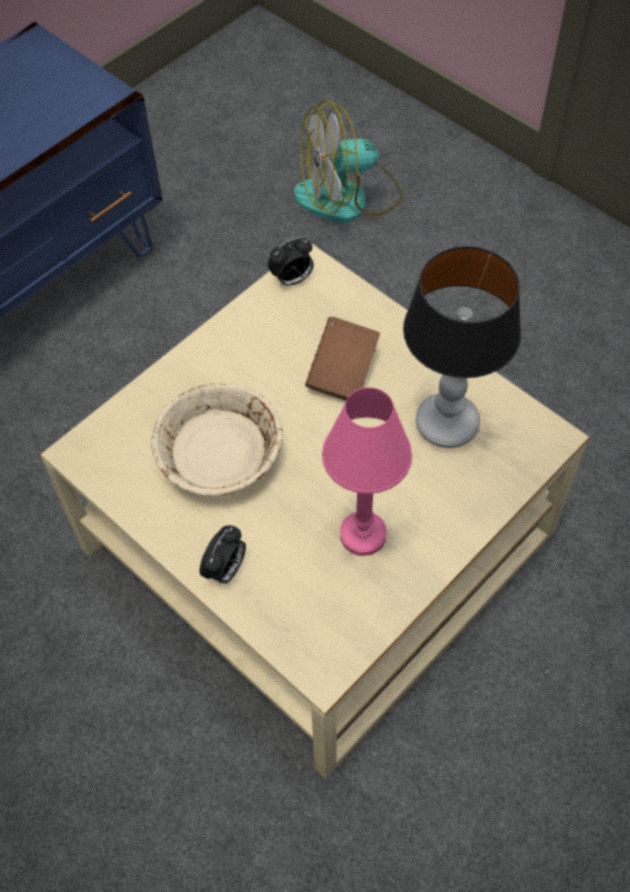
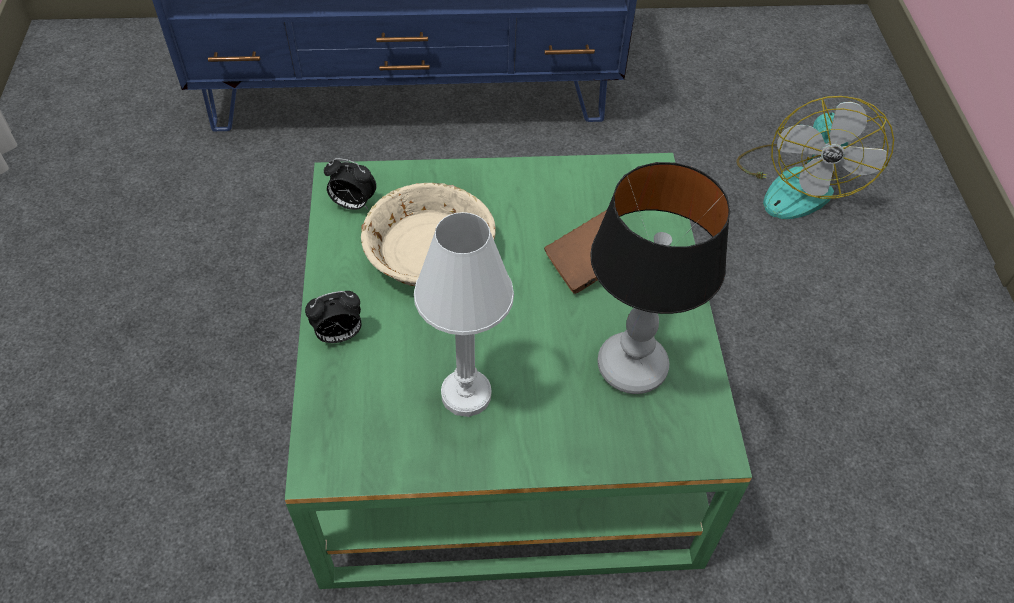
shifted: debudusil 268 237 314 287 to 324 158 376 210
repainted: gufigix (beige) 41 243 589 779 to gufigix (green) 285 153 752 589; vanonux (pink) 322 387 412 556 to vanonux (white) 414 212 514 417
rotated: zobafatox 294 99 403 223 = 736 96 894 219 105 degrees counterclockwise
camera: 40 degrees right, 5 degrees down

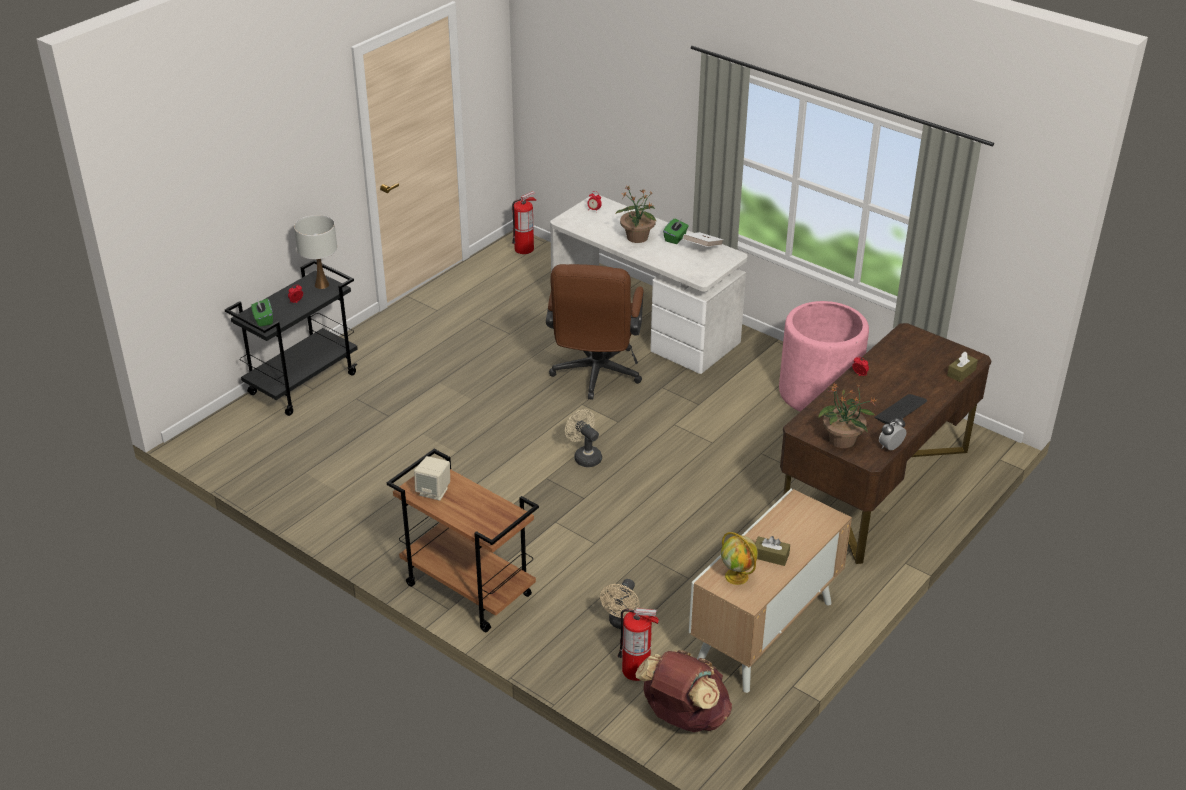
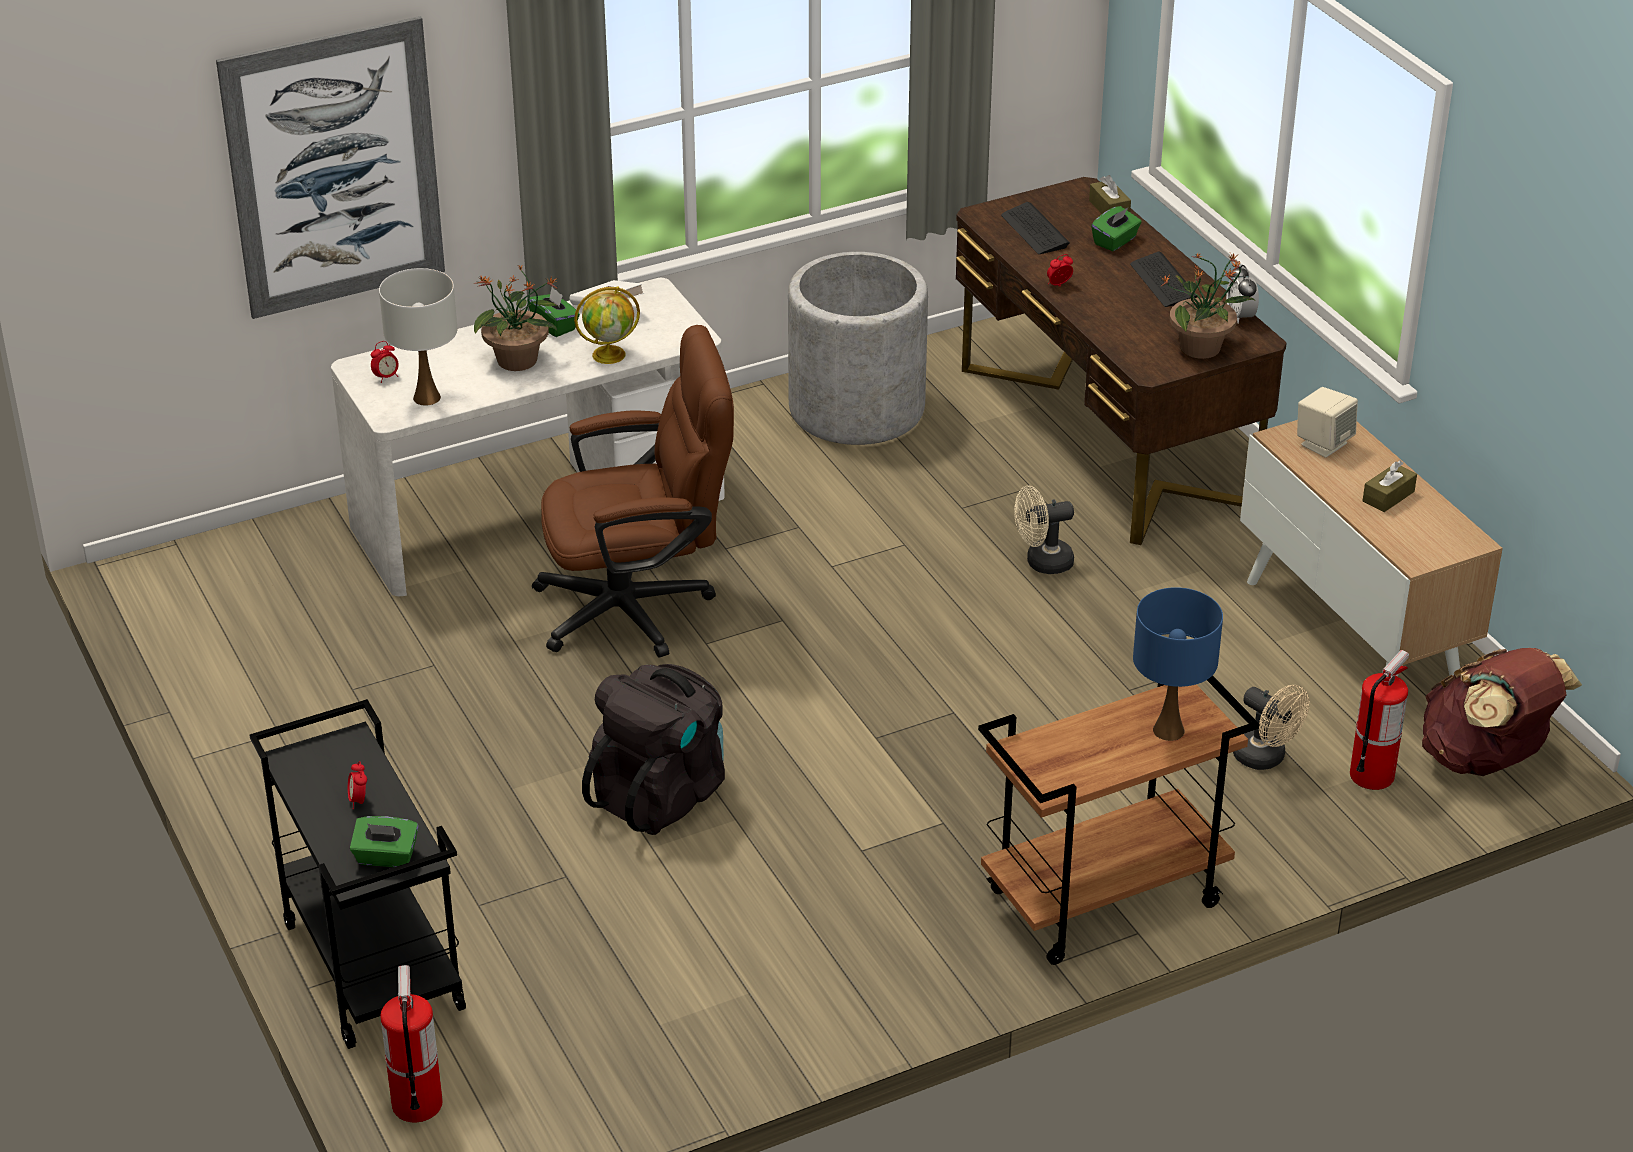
new: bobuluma 216 16 445 319; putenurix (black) 582 664 725 835; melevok 1001 202 1070 254; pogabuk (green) 1091 206 1142 251; vanonux (blue) 1133 587 1223 741
shifted: vanonux (white) 294 215 337 289 to 379 268 457 406; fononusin 512 191 537 254 to 380 965 443 1122; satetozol 721 532 758 585 to 574 286 640 364; zobafatox (beige) 565 409 602 467 to 1014 486 1074 574; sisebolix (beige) 414 456 450 501 to 1297 387 1358 458
repainted: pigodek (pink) 779 301 869 412 to pigodek (grey) 788 252 928 445
rotated: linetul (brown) 546 264 644 400 = 532 325 734 657 45 degrees counterclockwise
camera: 65 degrees left, 0 degrees up

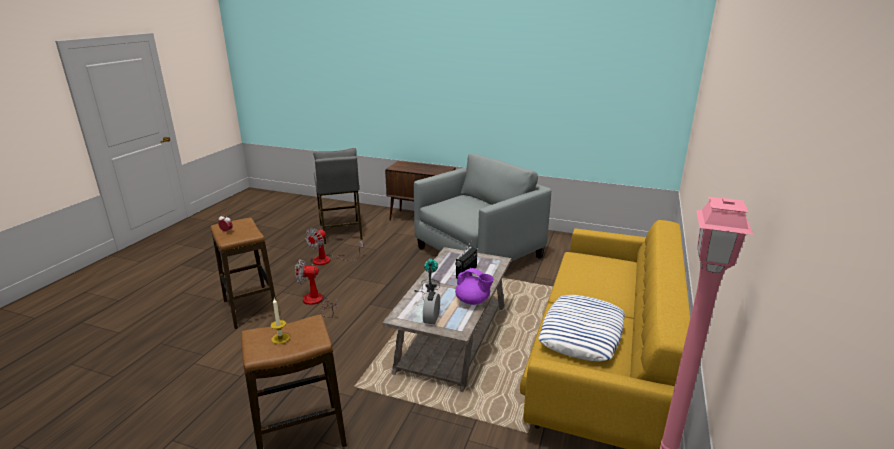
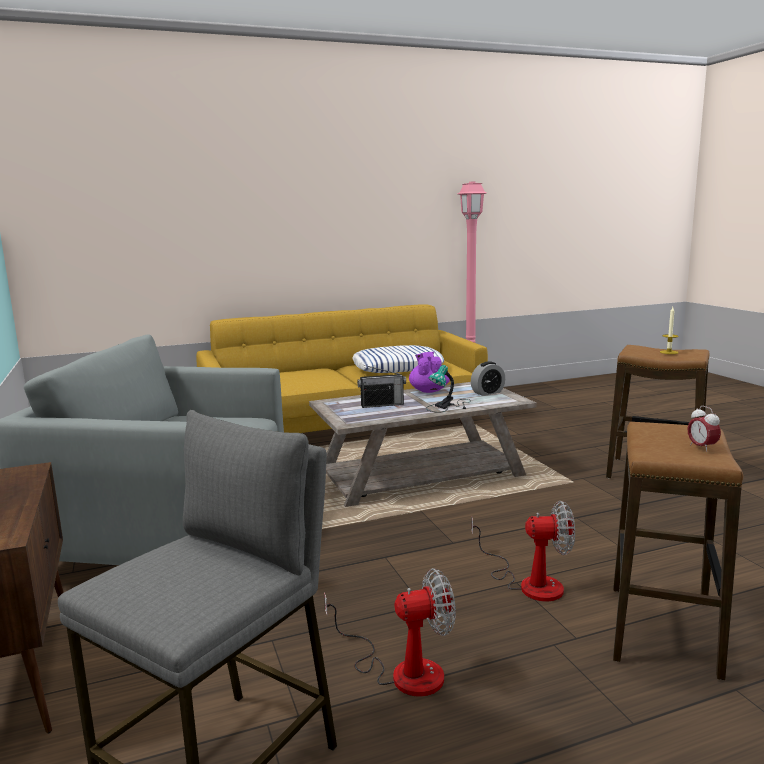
rotated: zobafatox 295 259 337 318 = 471 501 575 602 45 degrees counterclockwise
camera: 130 degrees left, 10 degrees down

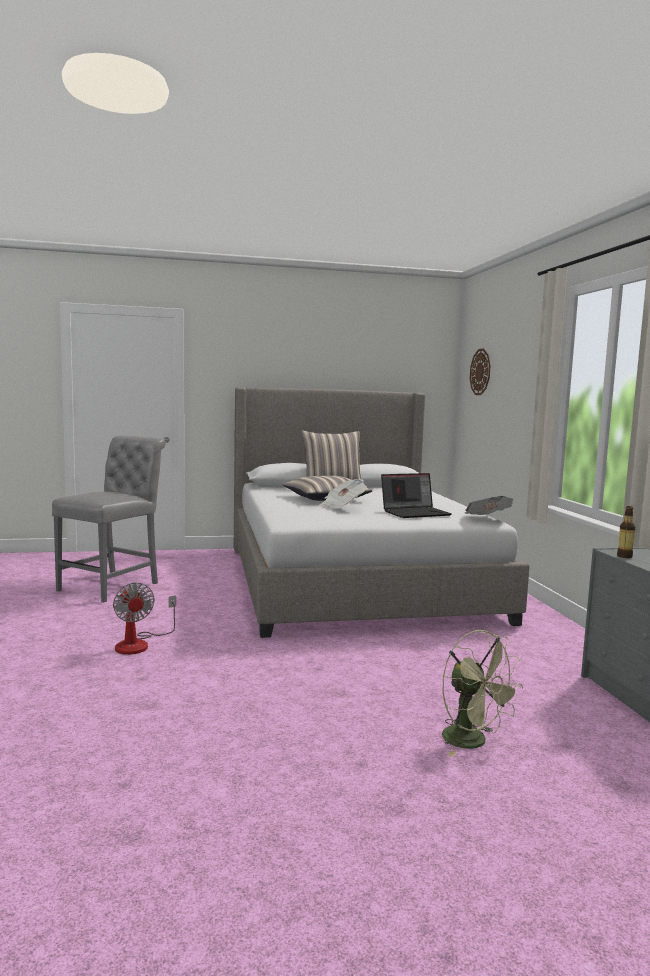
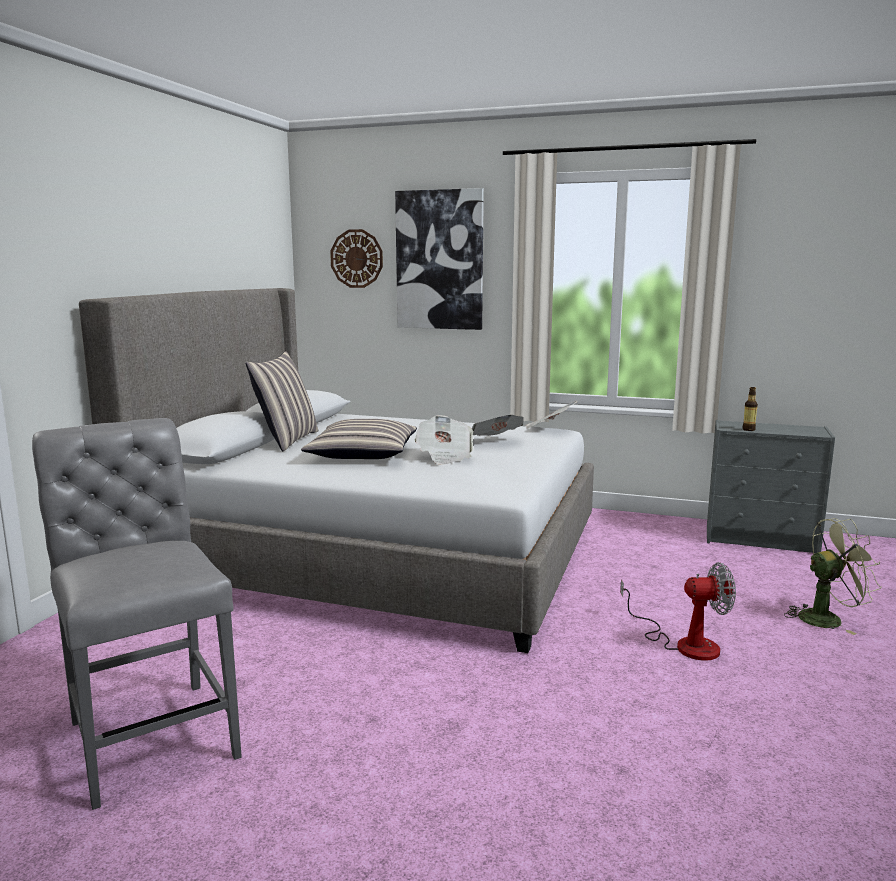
new: bobuluma 395 188 484 330
shifted: zobafatox 113 582 176 655 to 620 562 736 661
swapped: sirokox 381 473 452 518 to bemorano 472 415 524 436
camera: 60 degrees left, 5 degrees up

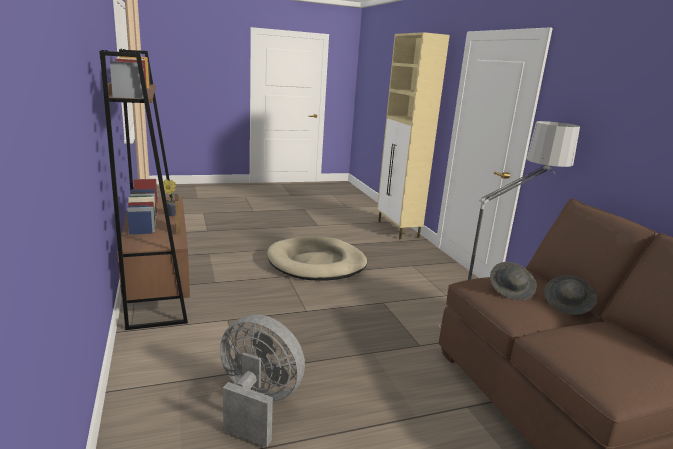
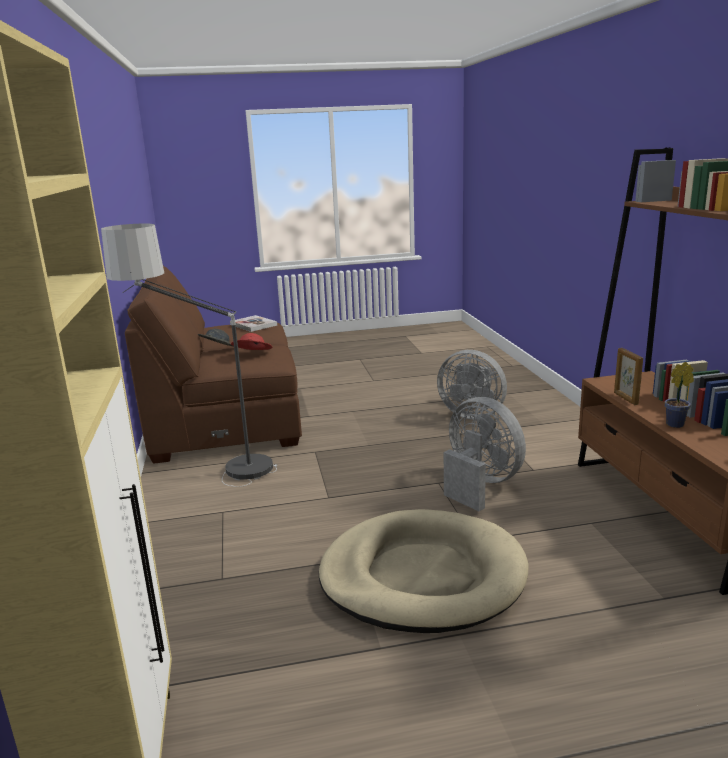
new: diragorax 230 315 277 332; zobafatox (grey) 444 397 526 511
repainted: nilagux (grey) 490 262 537 300 to nilagux (red) 231 333 273 350
camera: 170 degrees left, 0 degrees up

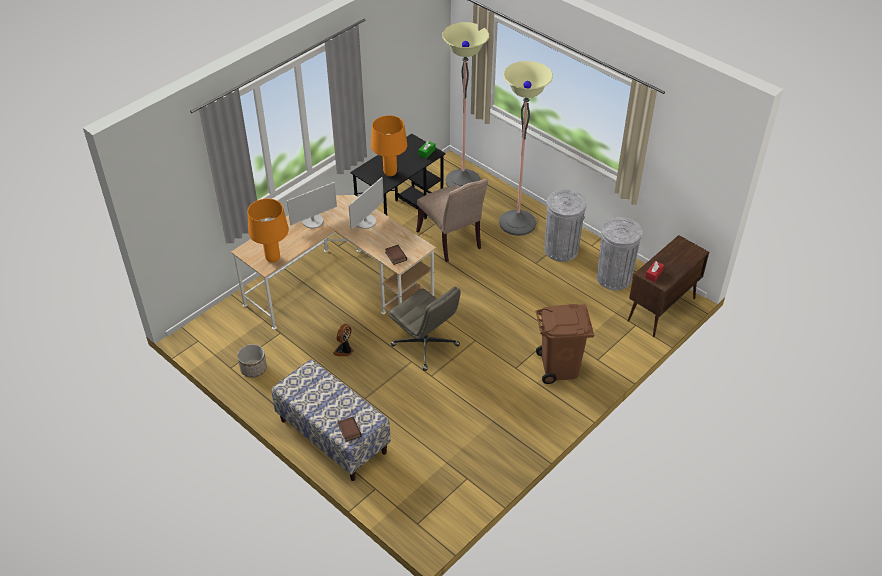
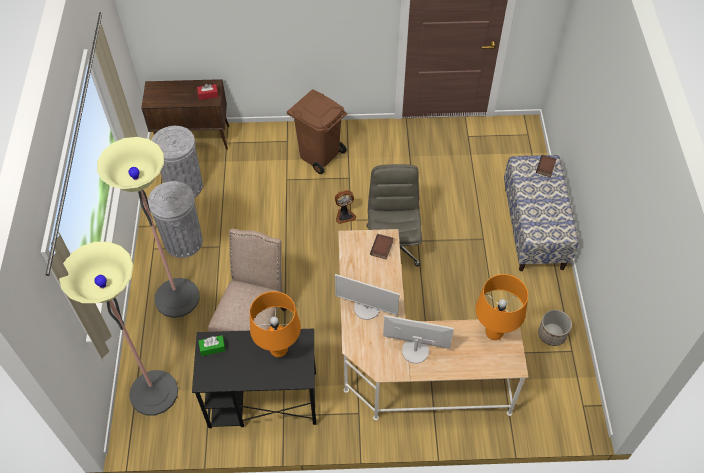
shifted: zobafatox 333 324 354 356 to 335 190 356 224
rotated: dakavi 349 177 384 230 = 335 274 400 320 150 degrees counterclockwise
camera: 135 degrees left, 10 degrees up

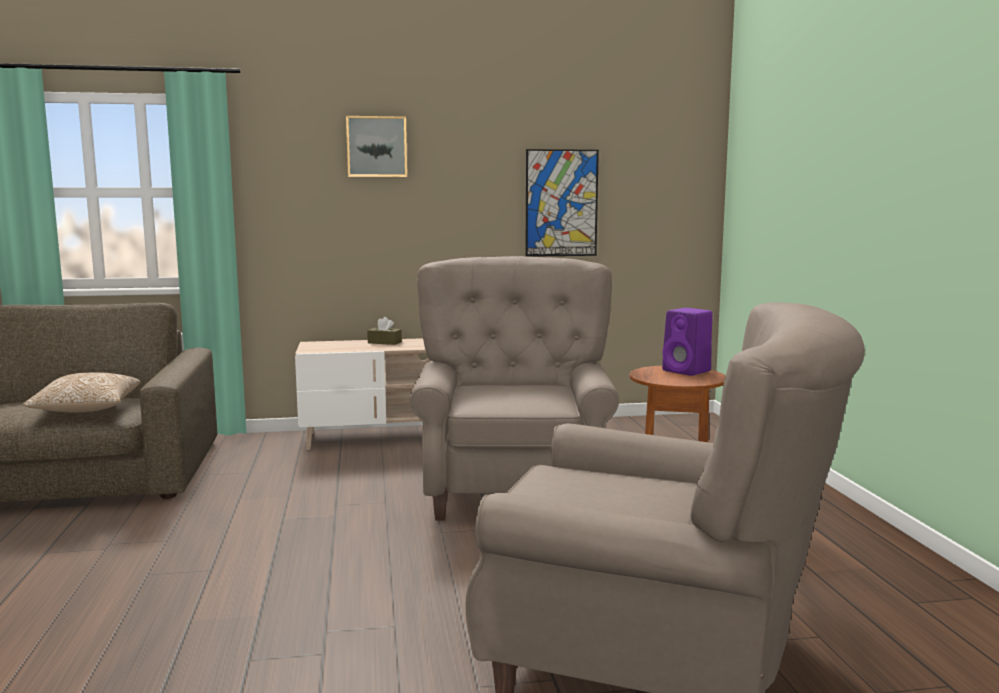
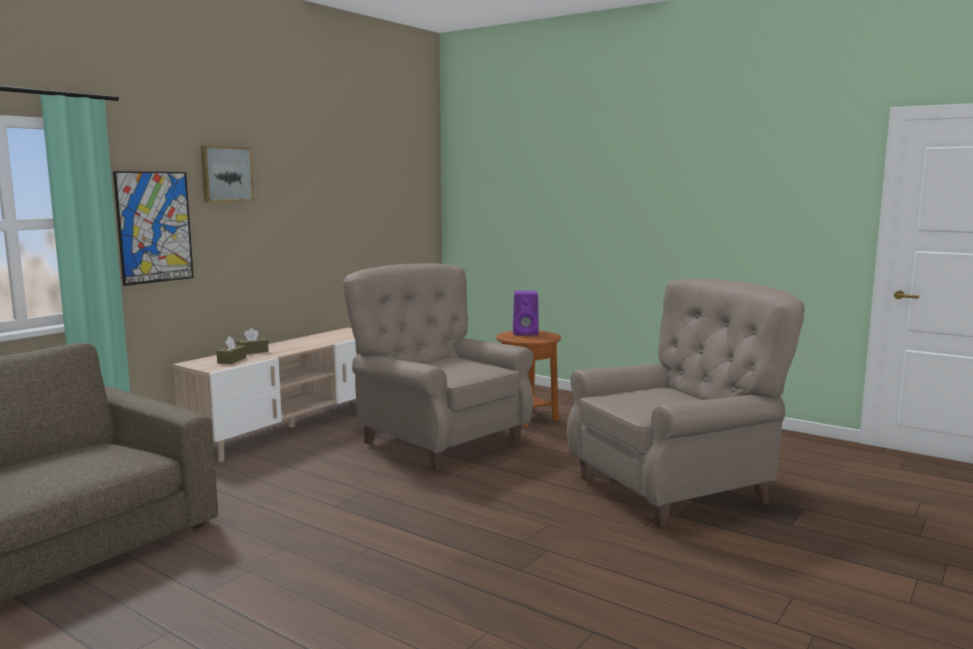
gone: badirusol 22 372 140 412
new: pogabuk (brown) 217 336 246 364
shifted: bobuluma 525 149 599 257 to 113 171 194 286
camera: 45 degrees left, 0 degrees up

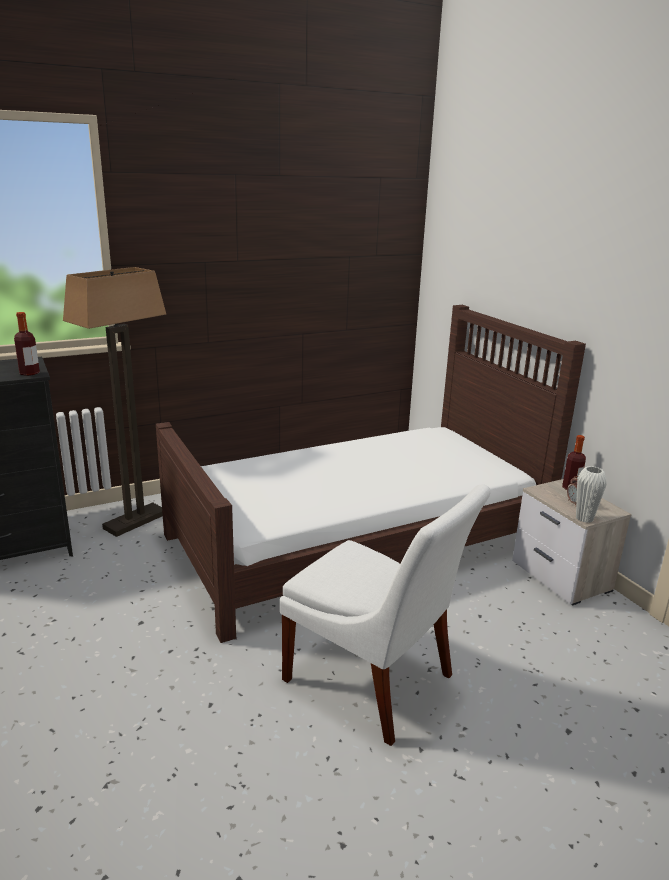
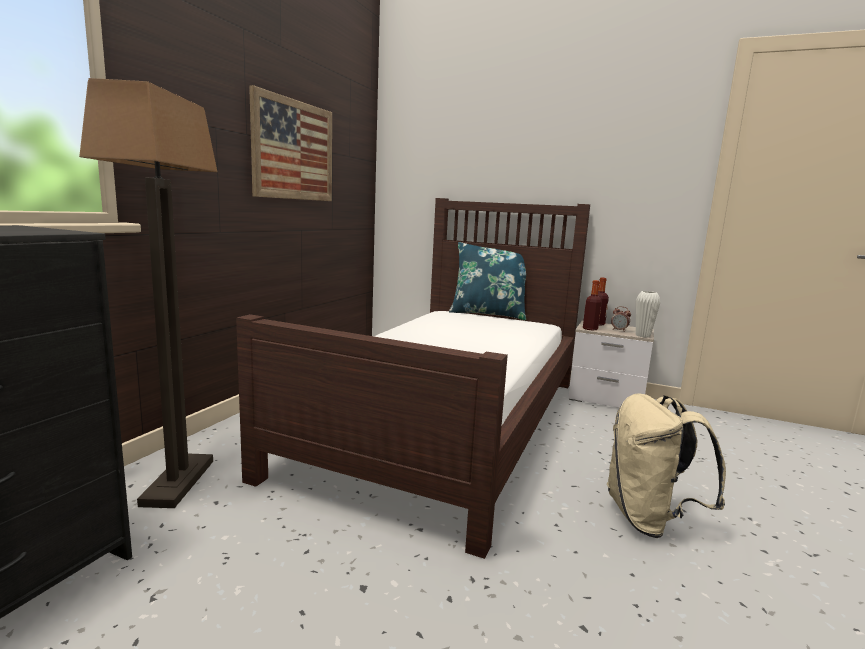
new: bobuluma 249 85 332 201; badirusol (blue) 449 242 526 320
shifted: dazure 14 312 40 376 to 583 280 602 331
swapped: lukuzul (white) 280 484 491 746 to putenurix (beige) 607 394 726 538
camera: 40 degrees left, 10 degrees down

